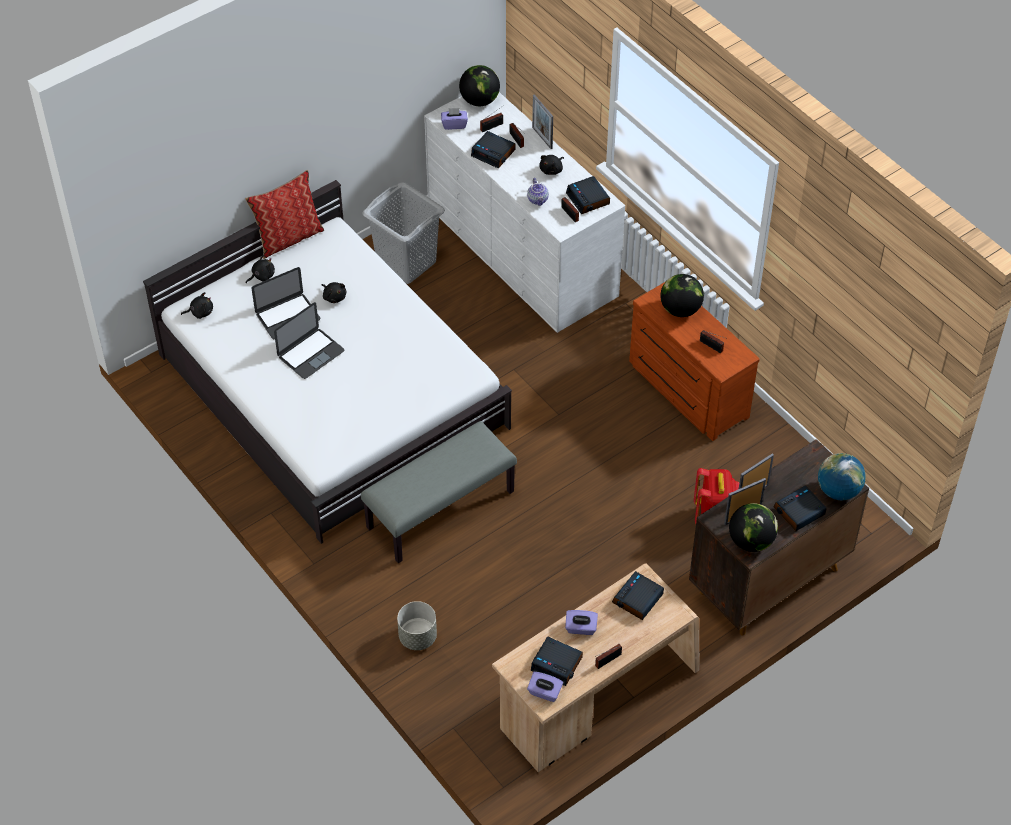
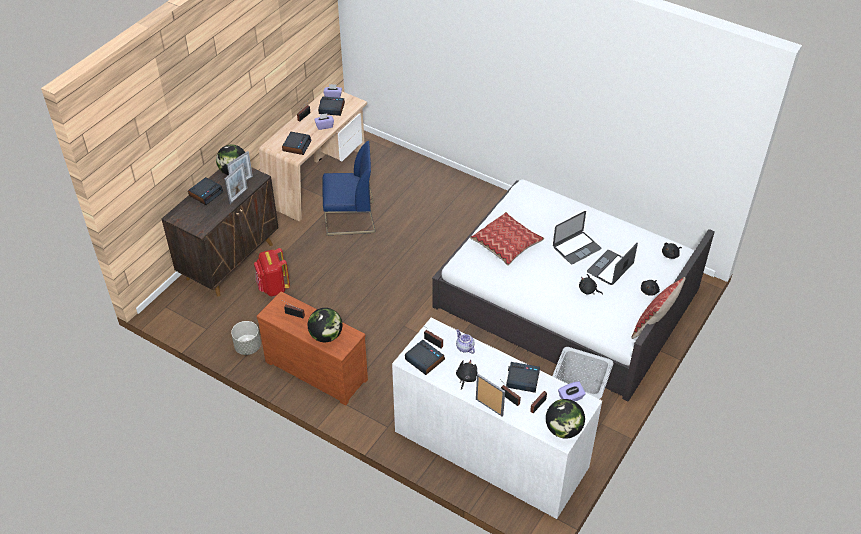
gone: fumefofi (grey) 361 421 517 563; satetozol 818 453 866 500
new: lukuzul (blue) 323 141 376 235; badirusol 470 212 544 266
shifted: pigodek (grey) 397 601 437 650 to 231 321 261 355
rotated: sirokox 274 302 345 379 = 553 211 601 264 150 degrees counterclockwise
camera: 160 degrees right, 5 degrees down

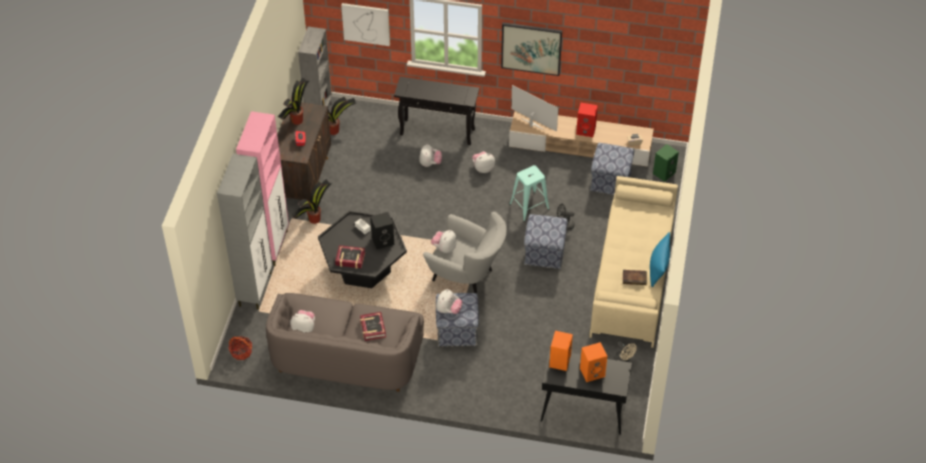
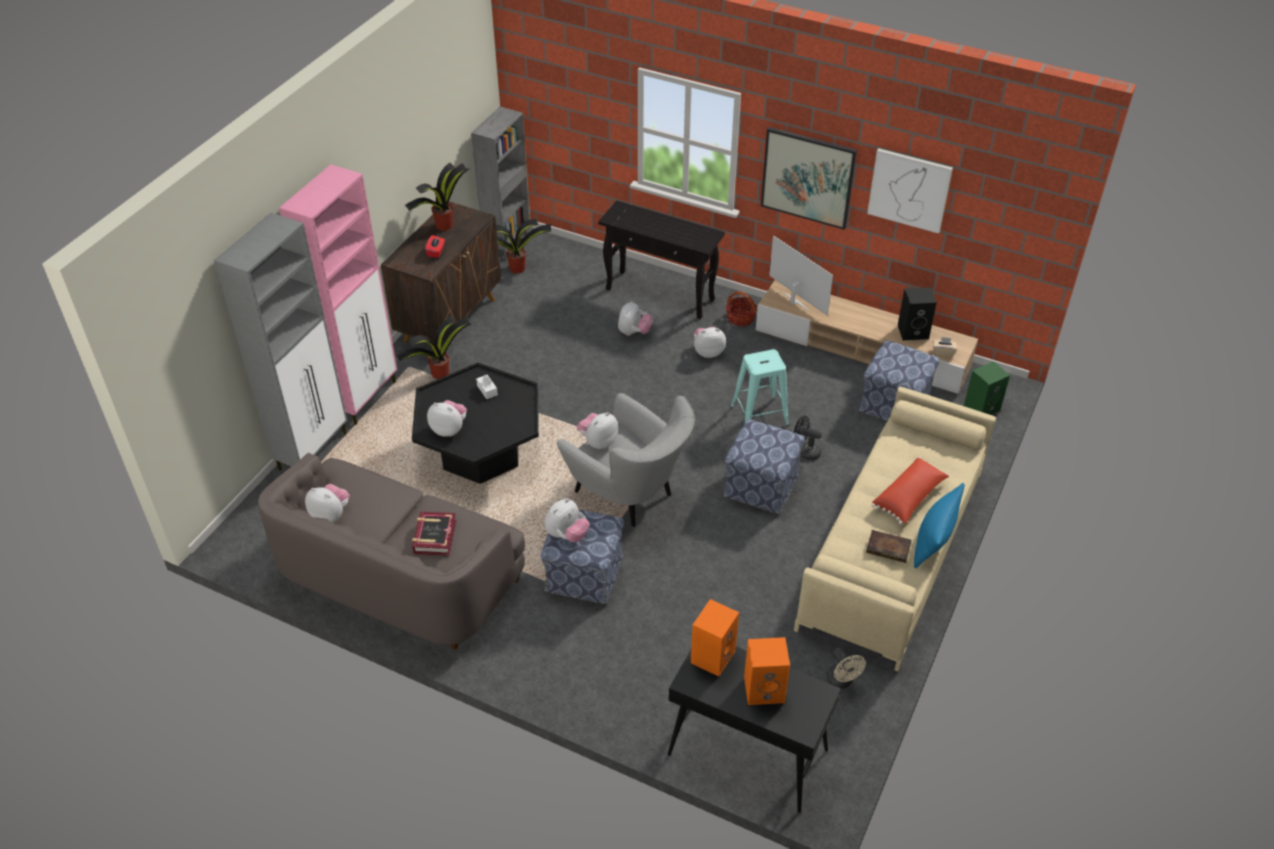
gone: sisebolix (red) 576 103 598 137
new: badirusol (red) 871 457 949 525
shifted: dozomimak 229 336 252 360 to 726 291 758 327; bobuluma 341 3 390 46 to 867 148 953 234; sisebolix (black) 370 212 394 249 to 898 287 937 340
swapped: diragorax 335 245 365 269 to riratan 427 400 467 437
camera: 15 degrees right, 5 degrees down

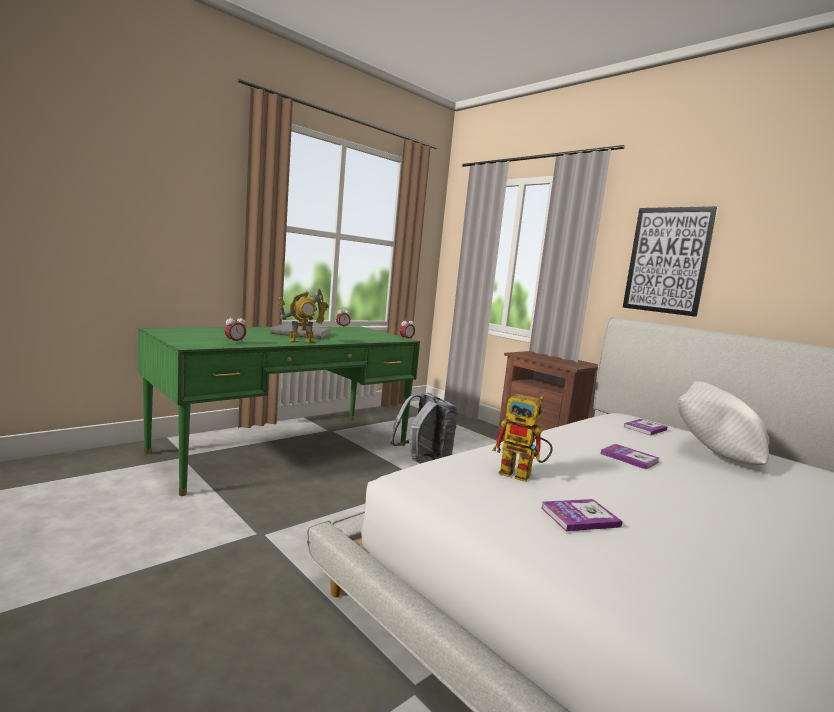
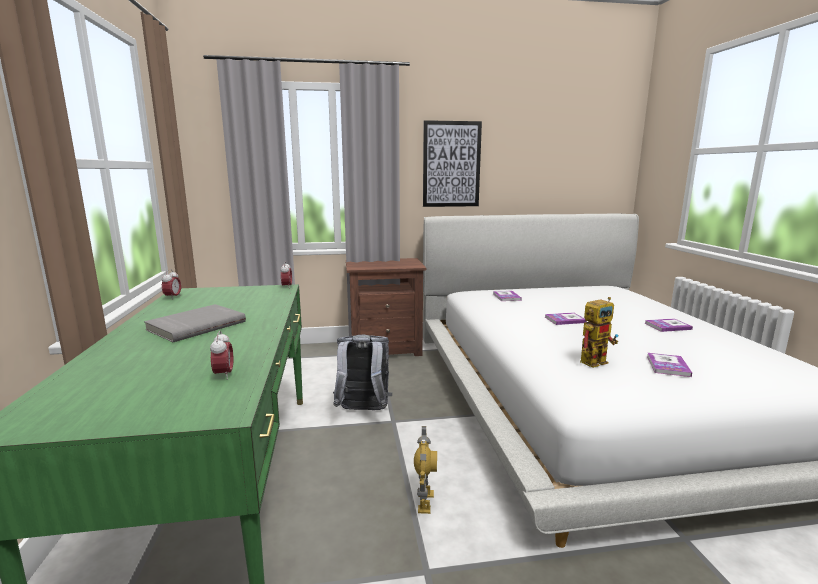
gone: badirusol (white) 677 381 770 466
new: diragorax 644 319 693 332
shifted: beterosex 278 288 329 343 to 414 426 437 514
camera: 55 degrees left, 5 degrees up

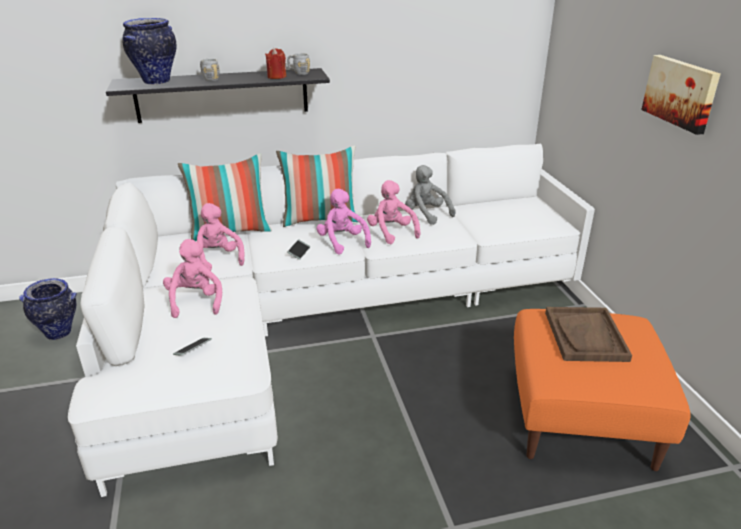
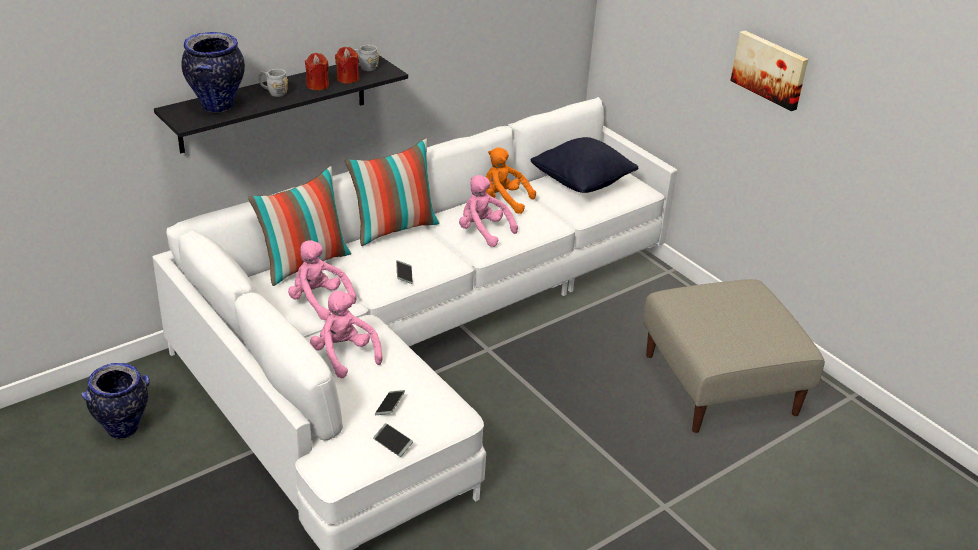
gone: riratan (pink) 316 189 371 255; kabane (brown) 545 307 632 362
new: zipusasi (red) 305 53 329 90; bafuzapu 373 423 413 457; badirusol (black) 531 137 638 193
repainted: riratan (grey) 405 165 456 225 to riratan (orange) 486 147 536 214; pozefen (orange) 514 309 691 471 to pozefen (beige) 643 279 825 433
camera: 25 degrees left, 5 degrees up

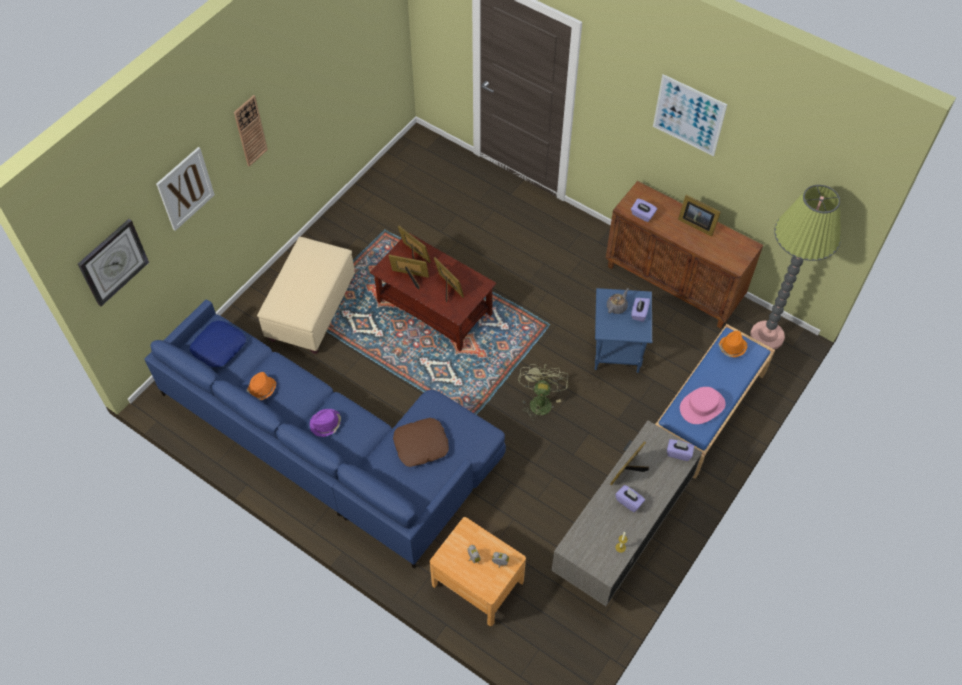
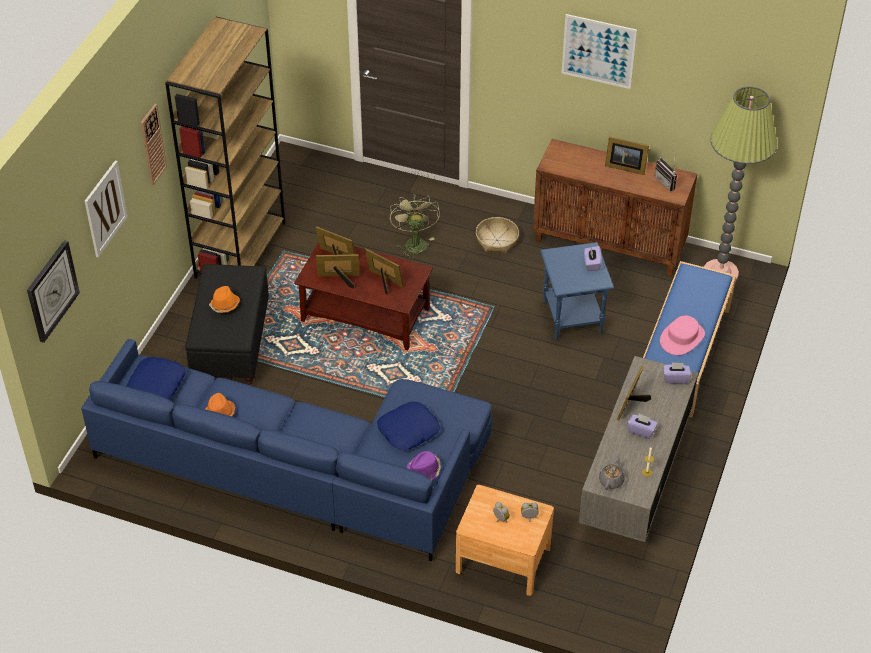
gone: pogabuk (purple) 631 199 657 222
new: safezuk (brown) 165 17 285 278; dozomimak 476 217 519 253; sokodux 655 157 677 191
shifted: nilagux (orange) 719 331 748 357 to 209 286 240 313; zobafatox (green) 518 364 568 420 to 390 194 440 259; nilagux (purple) 310 409 341 437 to 406 451 441 481; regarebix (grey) 607 288 629 314 to 599 456 625 490
repainted: pozefen (beige) 257 237 355 354 to pozefen (black) 185 264 269 384; badirusol (brown) 393 418 449 467 to badirusol (blue) 377 402 440 451
camera: 15 degrees left, 10 degrees down

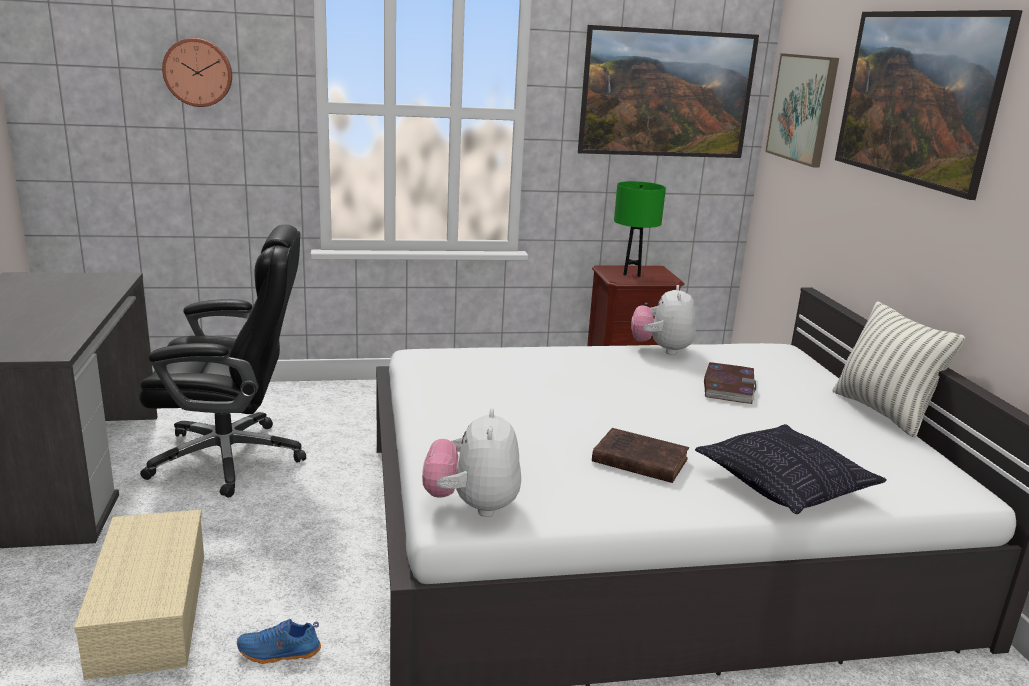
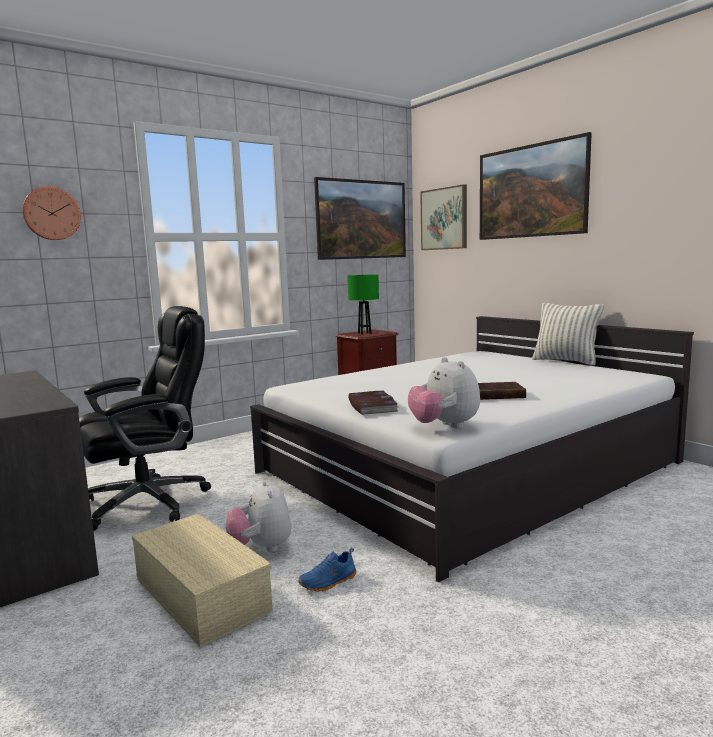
gone: badirusol 695 424 887 514
shifted: riratan 631 285 696 355 to 226 480 292 552; diragorax 704 362 756 404 to 348 391 399 415
camera: 25 degrees left, 10 degrees down

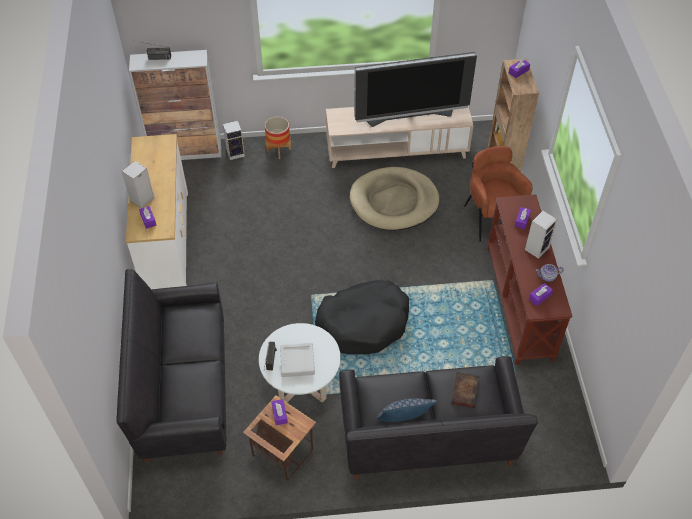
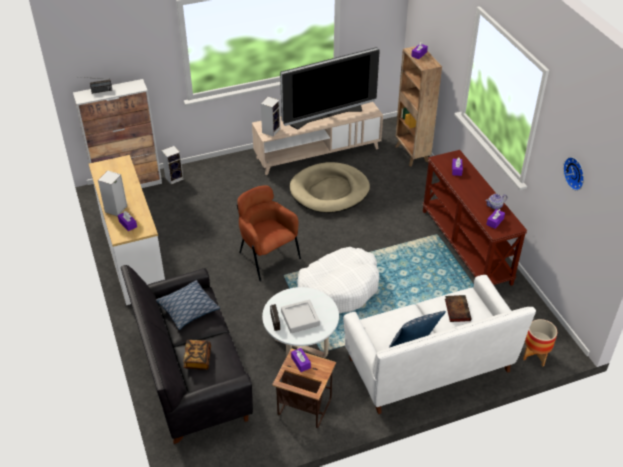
new: badirusol 156 280 220 330; diragorax 183 340 211 370; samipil 563 157 584 191
shifted: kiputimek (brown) 464 146 533 242 to 237 185 301 281; sisebolix 525 211 558 259 to 261 97 280 137; pigodek 265 117 291 159 to 523 319 557 367
repainted: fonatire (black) 315 280 409 355 to fonatire (white) 297 247 380 314; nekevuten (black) 339 356 538 480 to nekevuten (white) 343 275 536 414
camera: 15 degrees left, 10 degrees down

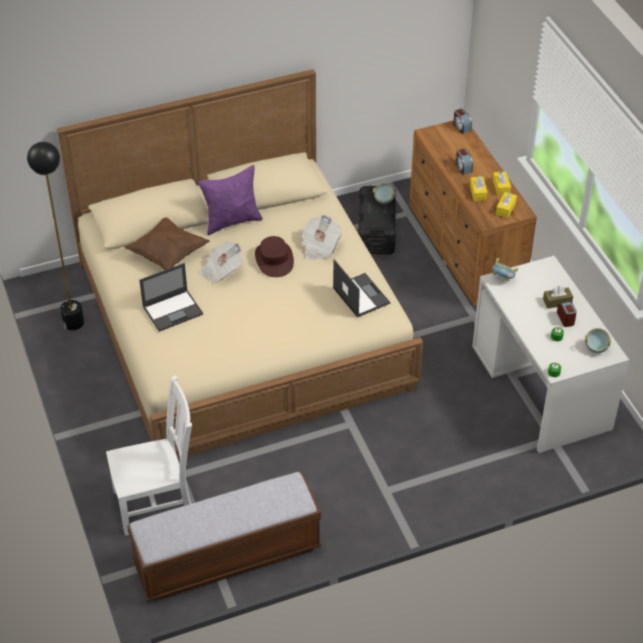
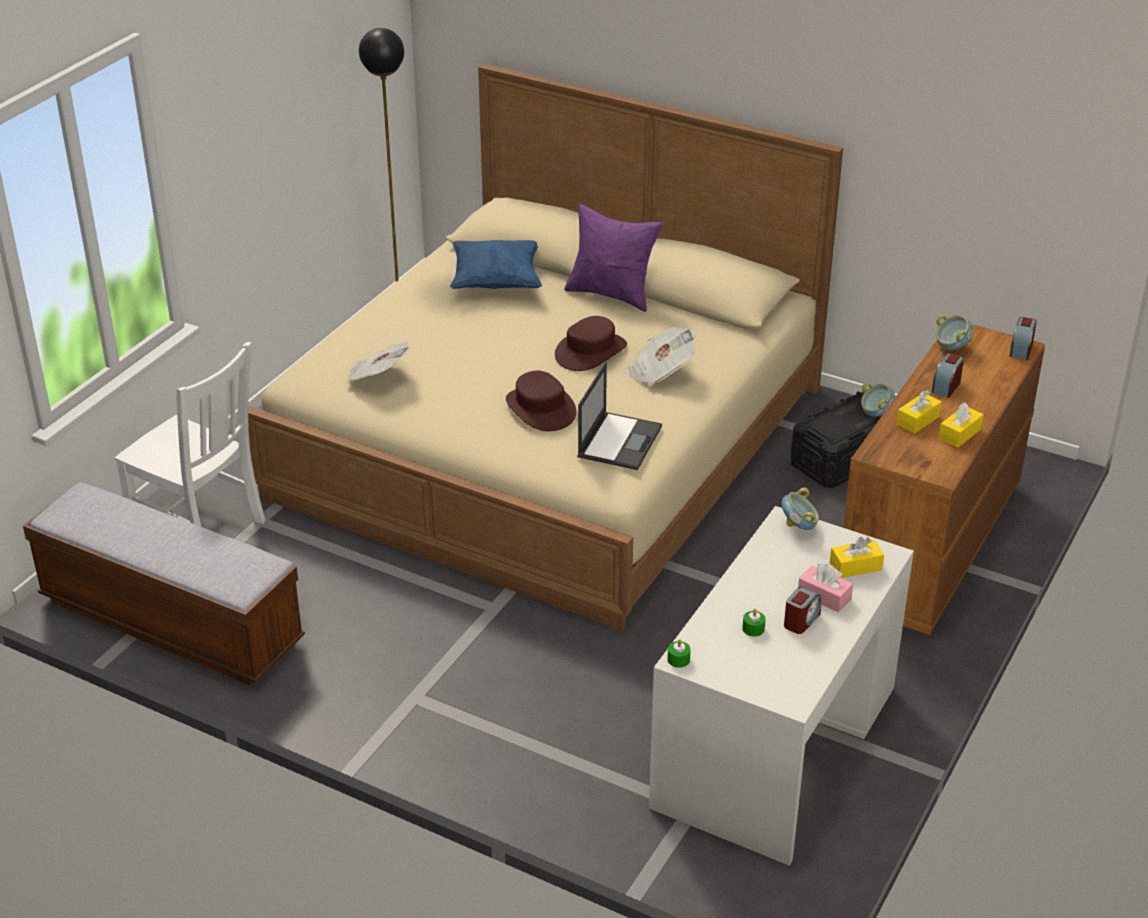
gone: sirokox 139 263 203 332
new: nilagux (brown) 506 371 577 431
shifted: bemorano 199 241 243 284 to 346 341 409 382; pogabuk (yellow) 496 192 517 218 to 830 537 884 578; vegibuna 585 328 611 353 to 936 315 973 350
repainted: badirusol (brown) 124 218 210 270 to badirusol (blue) 450 240 542 289; pogabuk (brown) 543 285 573 309 to pogabuk (pink) 798 564 853 612
camera: 50 degrees right, 10 degrees down

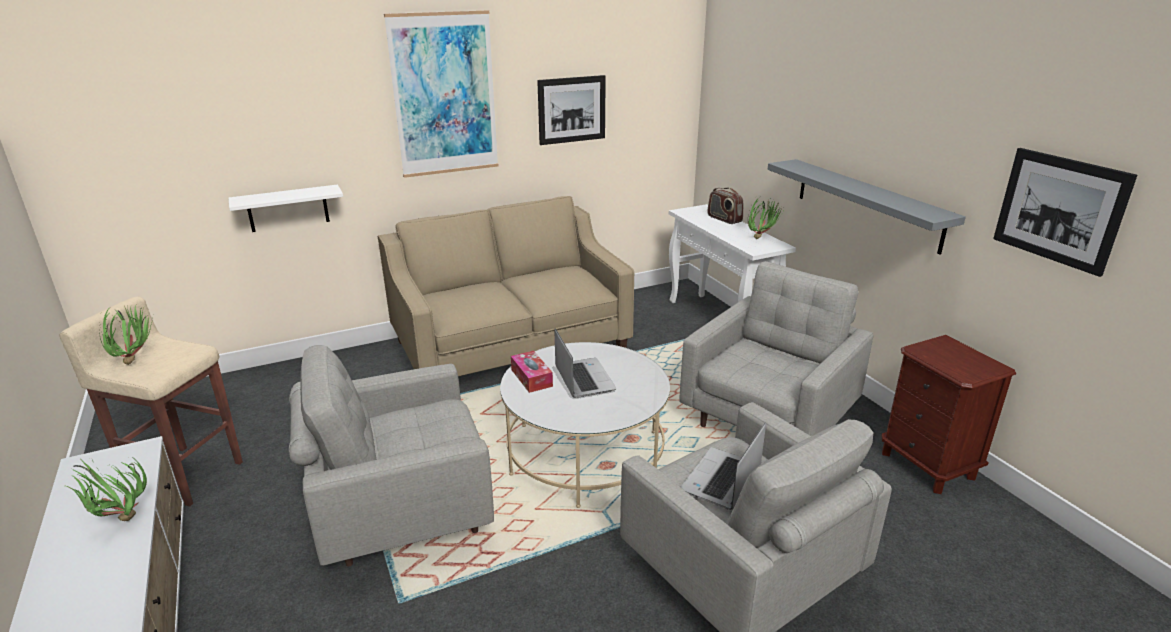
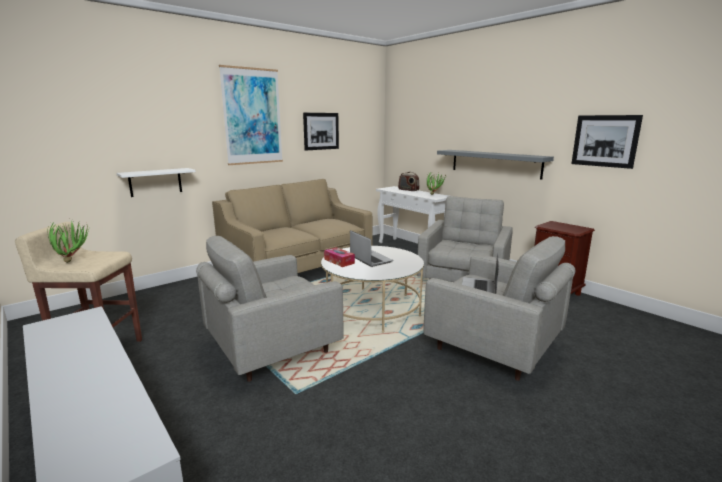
gone: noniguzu 65 456 147 521
camera: 15 degrees left, 10 degrees down

